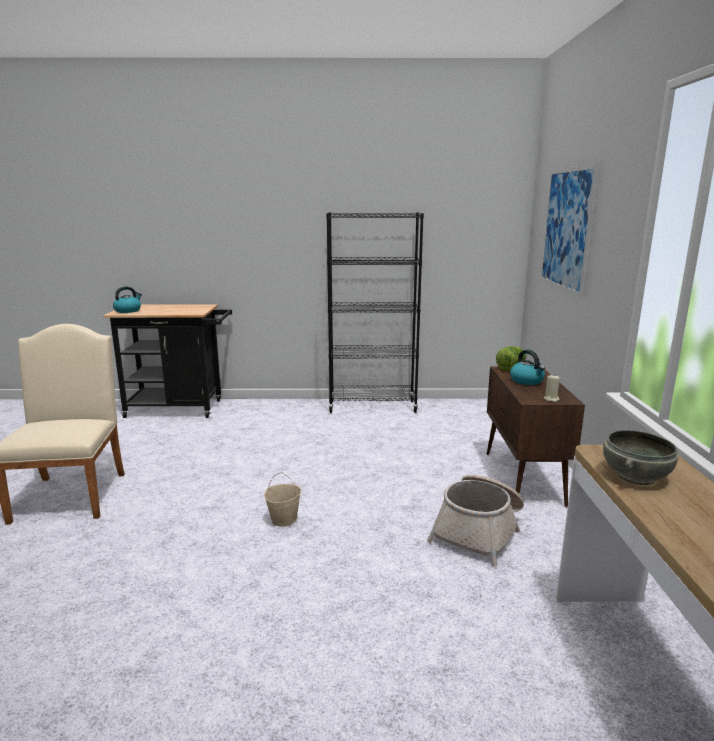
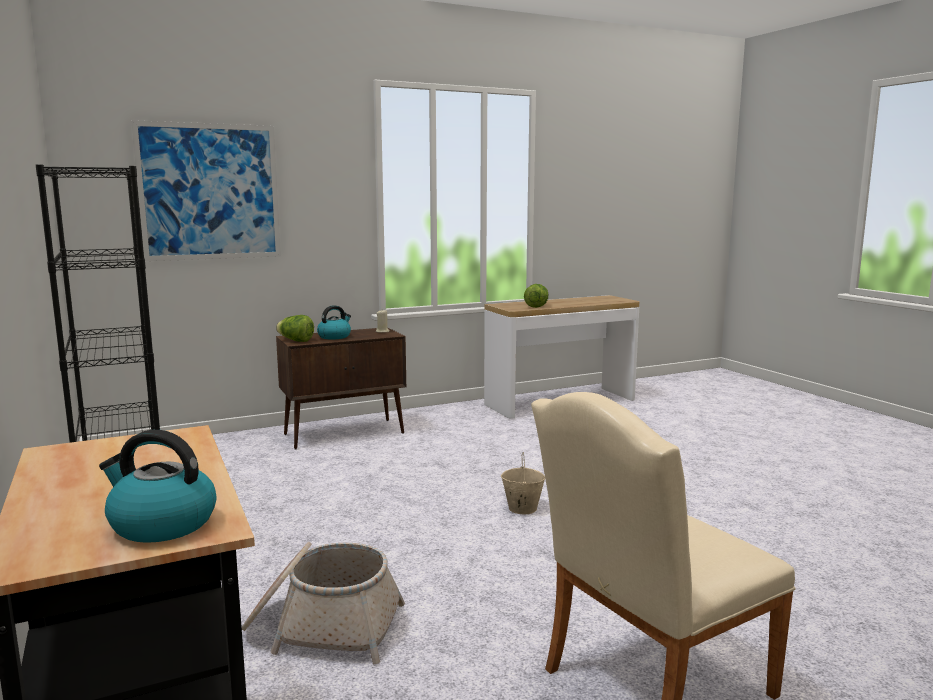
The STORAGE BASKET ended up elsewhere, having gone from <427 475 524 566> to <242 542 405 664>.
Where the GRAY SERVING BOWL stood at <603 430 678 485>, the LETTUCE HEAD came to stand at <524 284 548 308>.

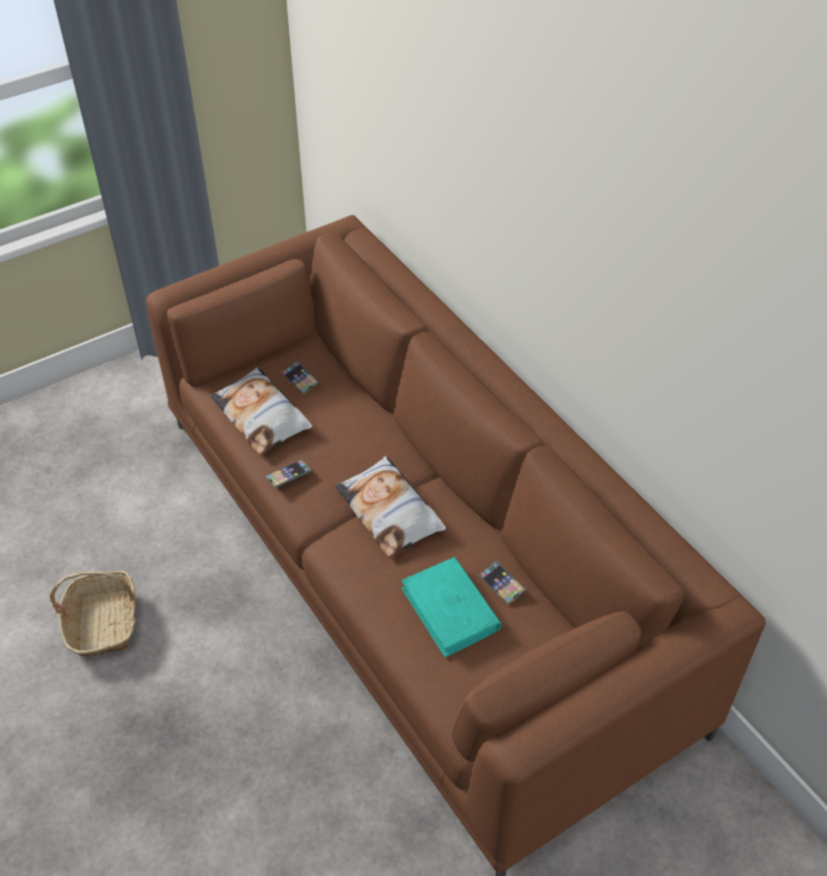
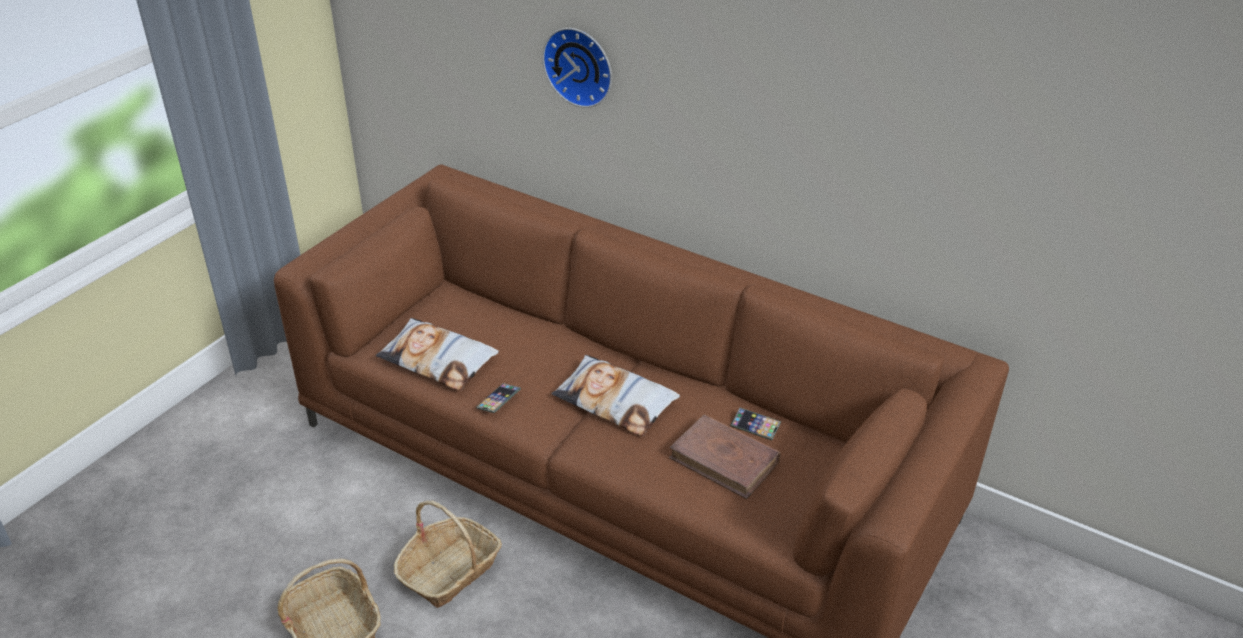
The second view lost the TELEPHONE at <281 361 319 395>.
The second view gained the STORAGE BASKET at <394 500 502 608>.
The second view gained the CLOCK ON THE WALL at <542 28 612 108>.
What was the TURQUOISE-COLOURED BOUND BOOK at <401 557 502 658> turned into the BROWN BOUND BOOK at <669 414 781 499>.

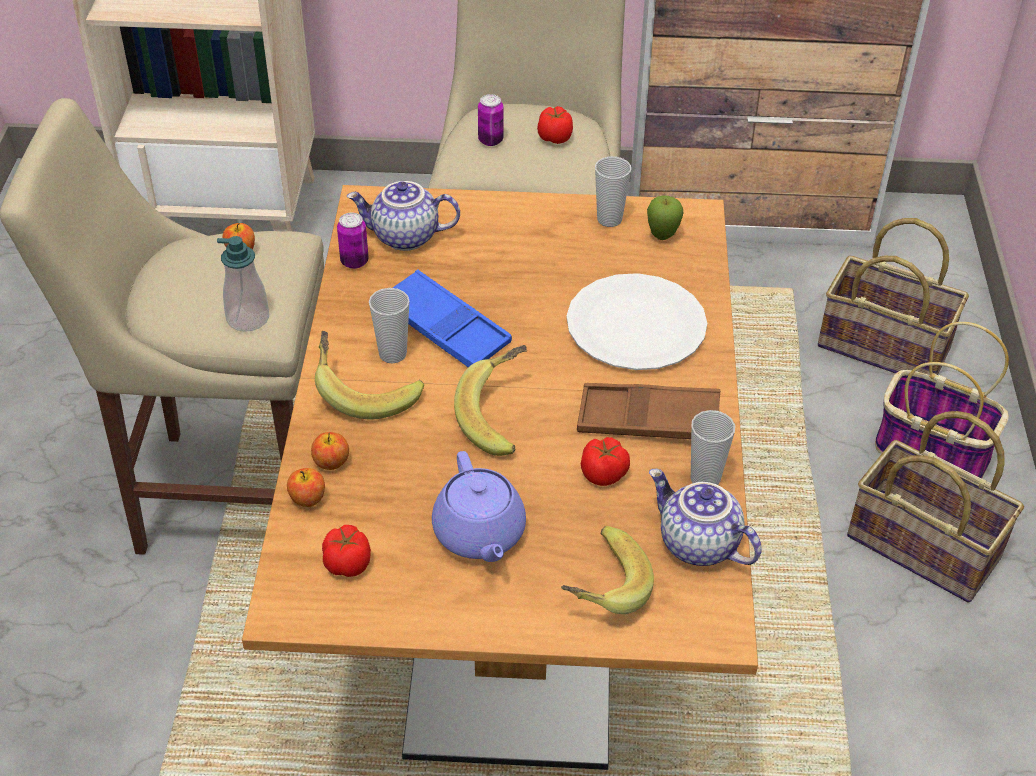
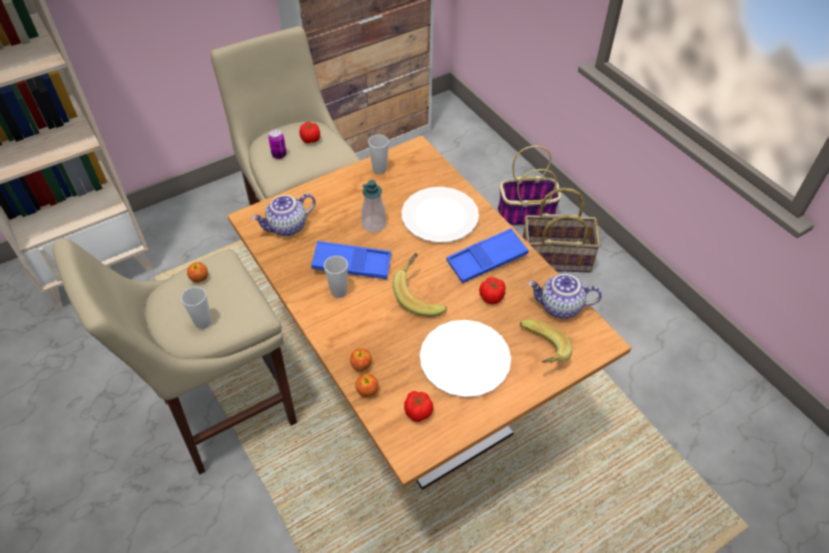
The second view lost the BANANA FRUIT at <315 331 424 419>.
The second view lost the CAN at <337 213 369 269>.
The second view lost the APPLE at <647 196 683 240>.
The second view lost the STORAGE BASKET at <818 218 969 375>.
The LIQUID SOAP BOTTLE ended up elsewhere, having gone from <217 236 269 332> to <361 180 386 233>.
The SMALL CUP ended up elsewhere, having gone from <691 410 735 485> to <181 287 212 329>.
Where the PURPLE-COLOURED POT FOR TEA stood at <432 451 526 562>, the WHITISH DINNER PLATE came to stand at <420 320 511 397>.
What was the BROWN TRAY at <577 383 720 439> turned into the BLUISH TRAY at <447 228 529 283>.

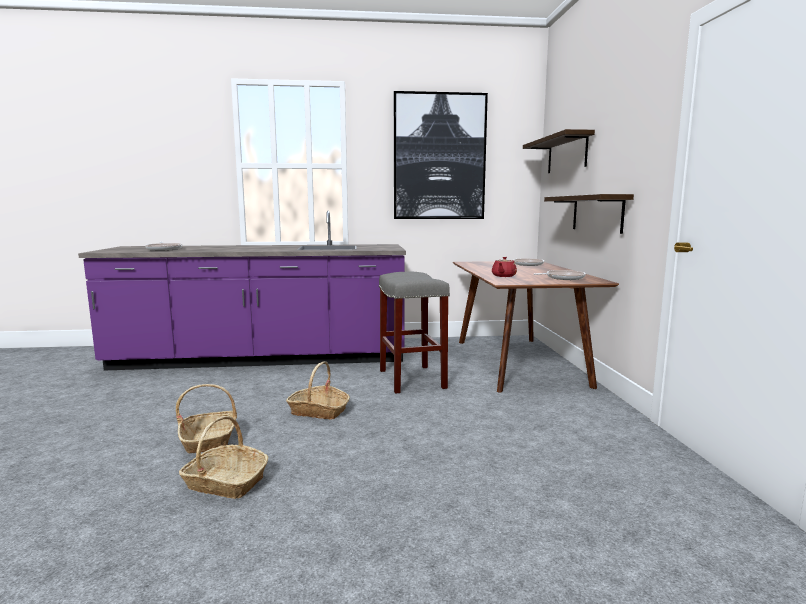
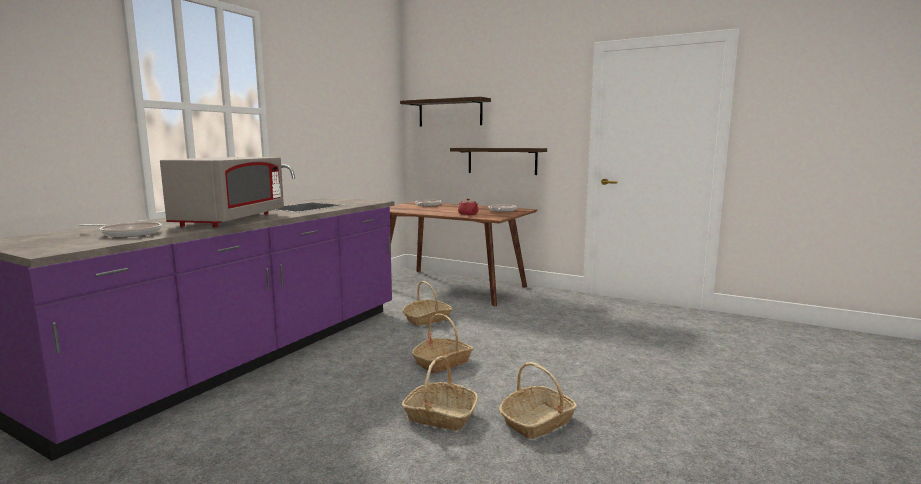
The second view lost the WALL PICTURE at <394 91 488 219>.
The second view gained the GRAY KITCHEN MICROWAVE at <160 157 284 227>.
Where the GRAY STOOL SEAT stood at <379 272 450 394>, the STORAGE BASKET came to stand at <402 281 452 326>.

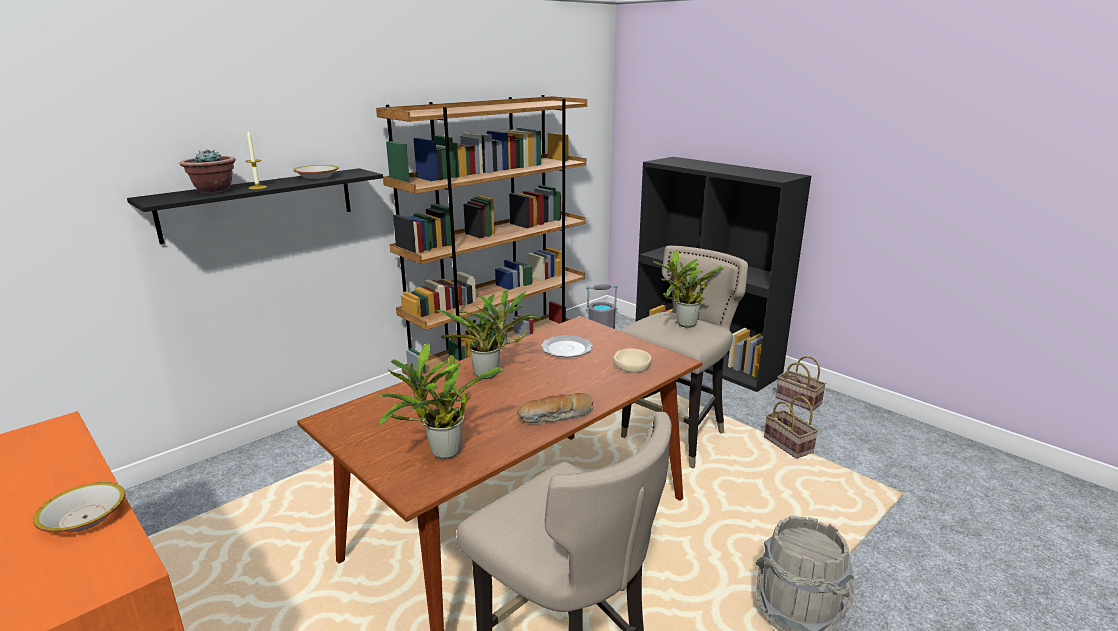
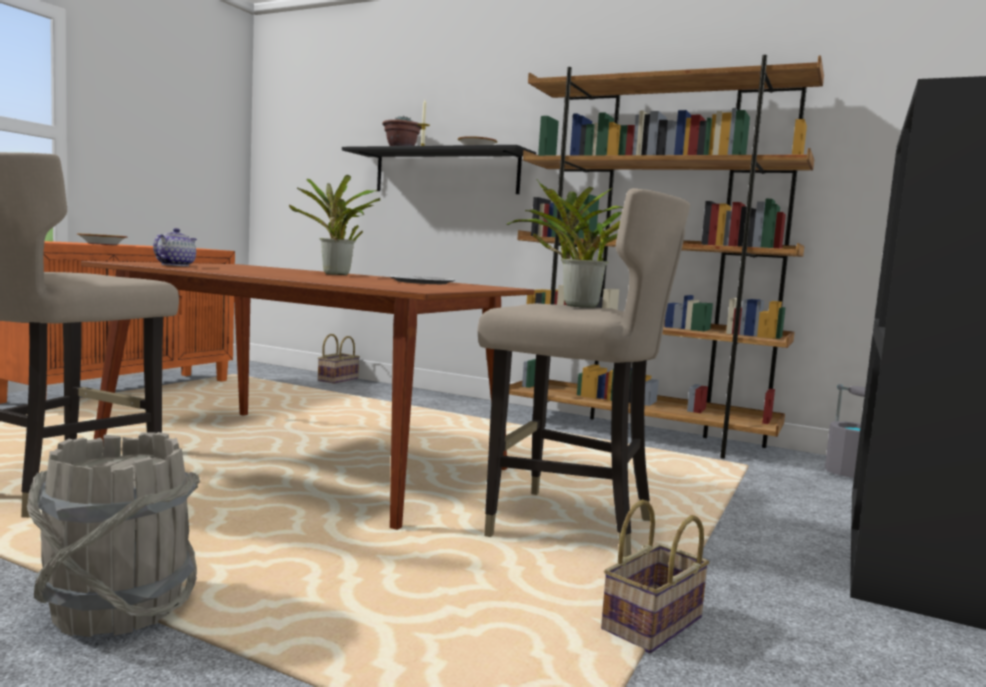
The second view lost the BAKERY BREAD at <517 393 594 423>.
The second view lost the BEIGE-COLOURED SERVING BOWL at <613 348 652 373>.
The STORAGE BASKET ended up elsewhere, having gone from <775 356 826 411> to <318 334 360 384>.
Where the POTTED PLANT stood at <379 343 503 459>, the POT FOR TEA came to stand at <153 228 197 266>.

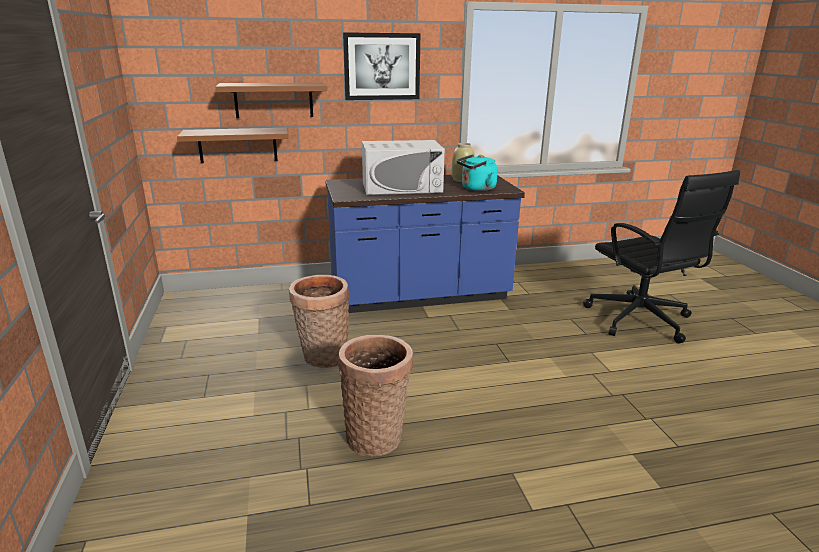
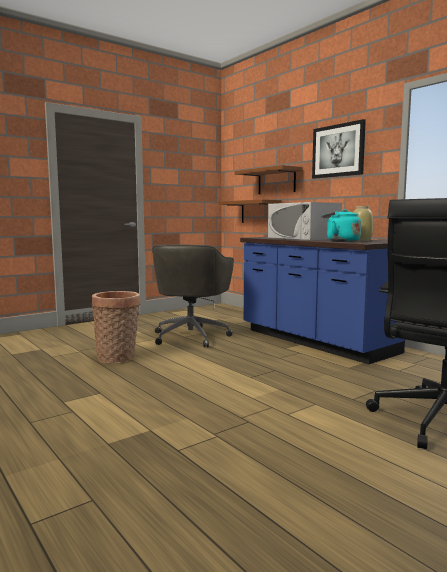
Where the STORAGE BASKET stood at <289 275 349 368>, the GRAY DESK CHAIR came to stand at <152 244 234 347>.

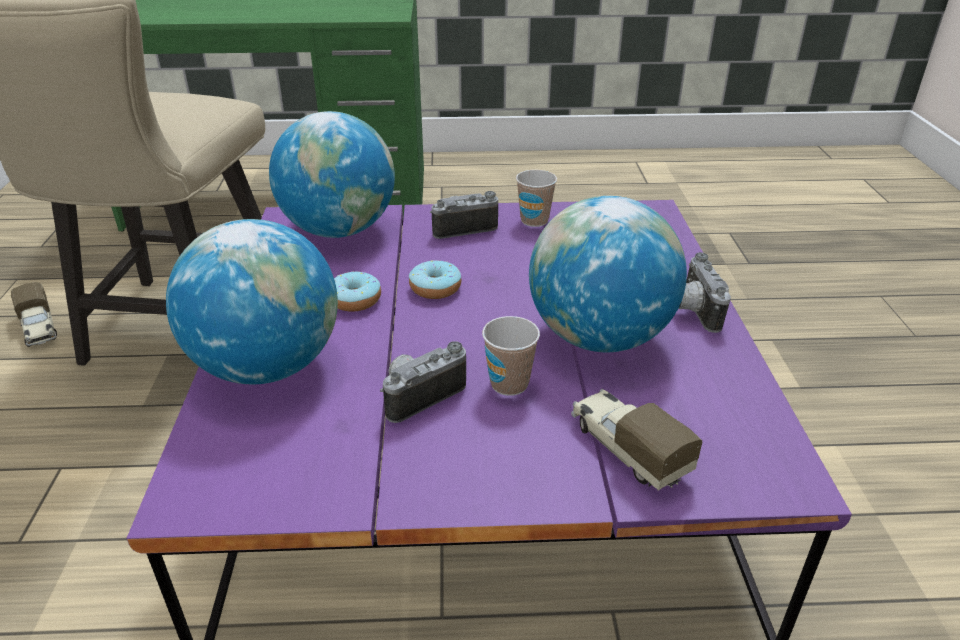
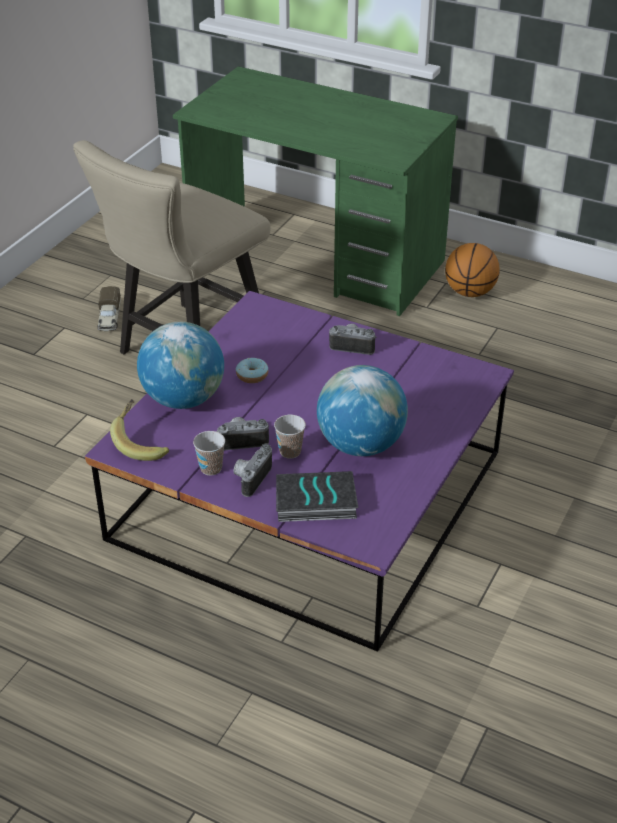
The second view lost the DESK GLOBE at <269 111 395 238>.
The second view lost the DOUGHNUT at <409 260 462 299>.
The second view gained the BANANA FRUIT at <110 399 169 461>.
The second view gained the BASKETBALL BALL at <445 243 500 297>.
The SMALL CUP ended up elsewhere, having gone from <516 170 557 227> to <193 431 225 476>.
The PHOTO CAMERA ended up elsewhere, having gone from <678 252 731 333> to <233 443 272 497>.
Where the TOY LORRY stood at <571 389 702 491>, the BOUND BOOK came to stand at <276 471 358 522>.

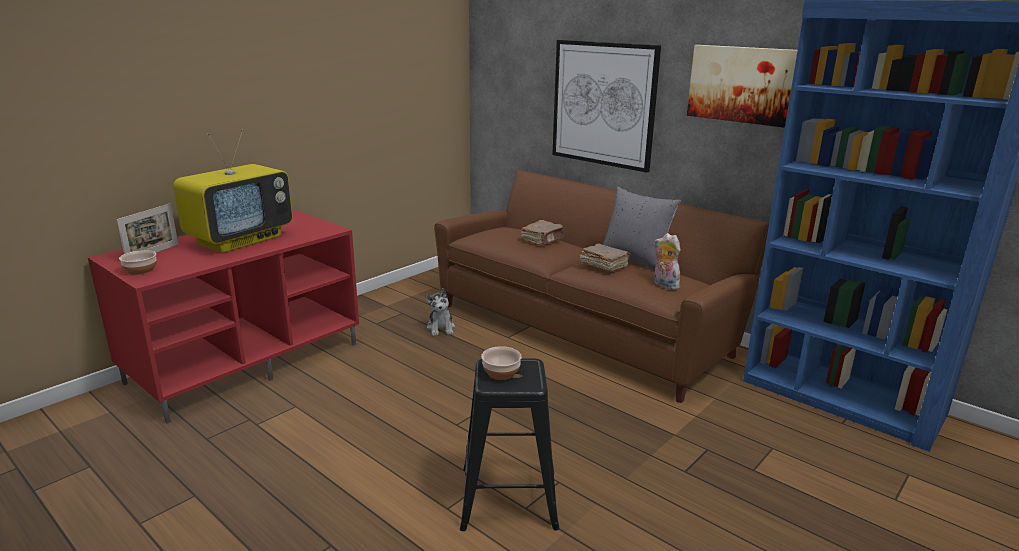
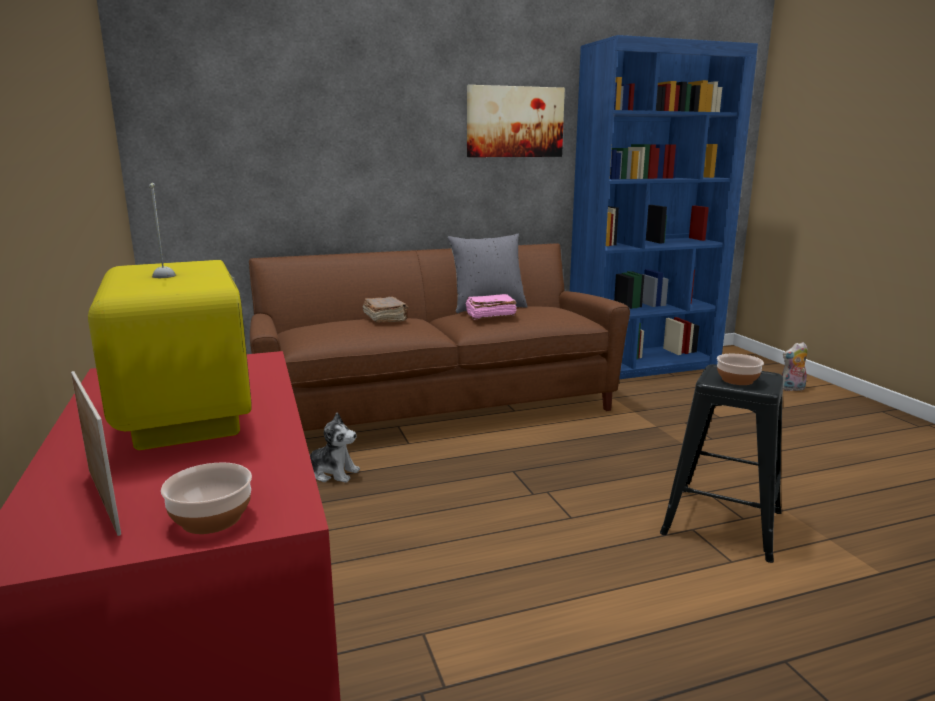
The second view lost the WALL PICTURE at <552 40 661 173>.
The SOFT TOY ended up elsewhere, having gone from <654 233 680 290> to <782 342 808 391>.
What was the BROWN BOUND BOOK at <580 243 631 272> turned into the PINK-COLOURED BOUND BOOK at <465 294 516 320>.

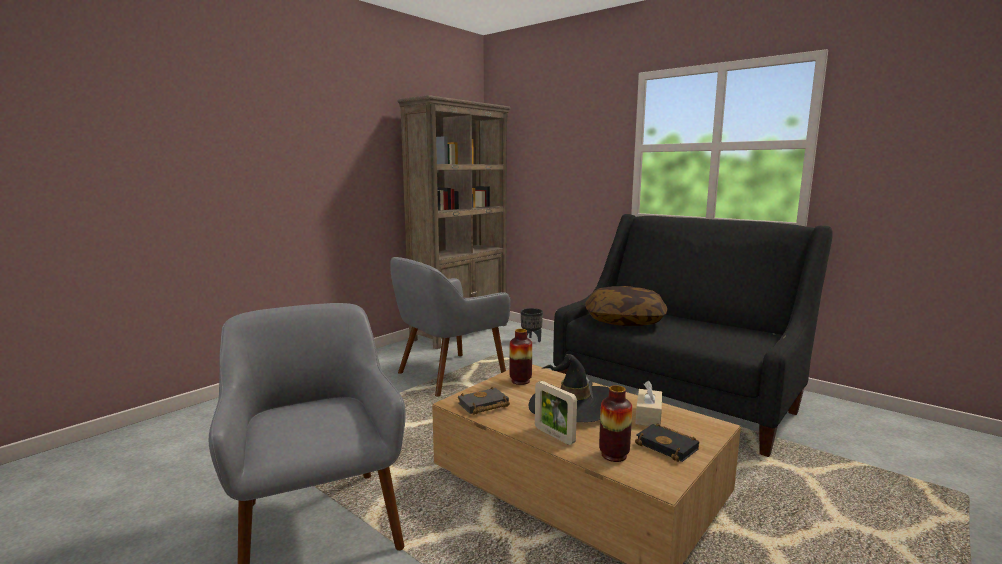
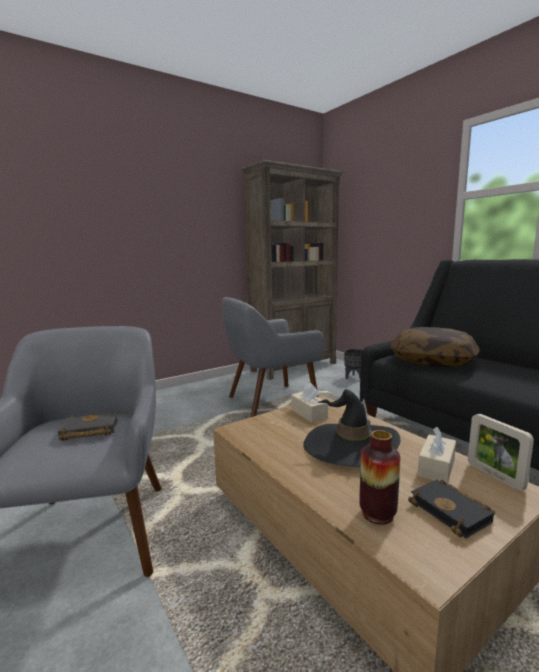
The BLACK BOUND BOOK ended up elsewhere, having gone from <458 387 510 415> to <58 411 118 441>.
The PHOTO FRAME ended up elsewhere, having gone from <535 381 577 445> to <468 414 534 491>.
Where the DECORATIVE VASE stood at <510 329 532 385>, the BEIGE-COLOURED BOX OF TISSUES came to stand at <291 383 328 423>.

